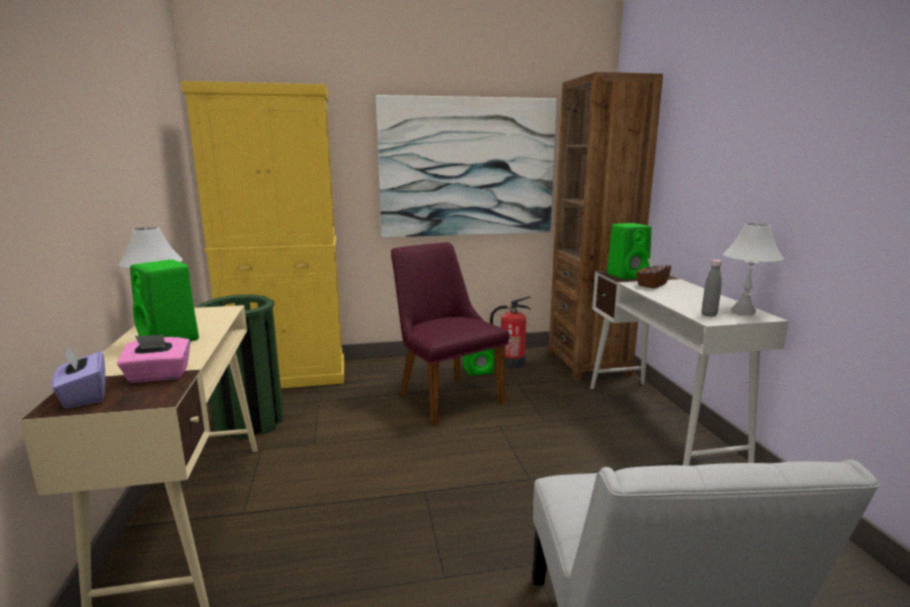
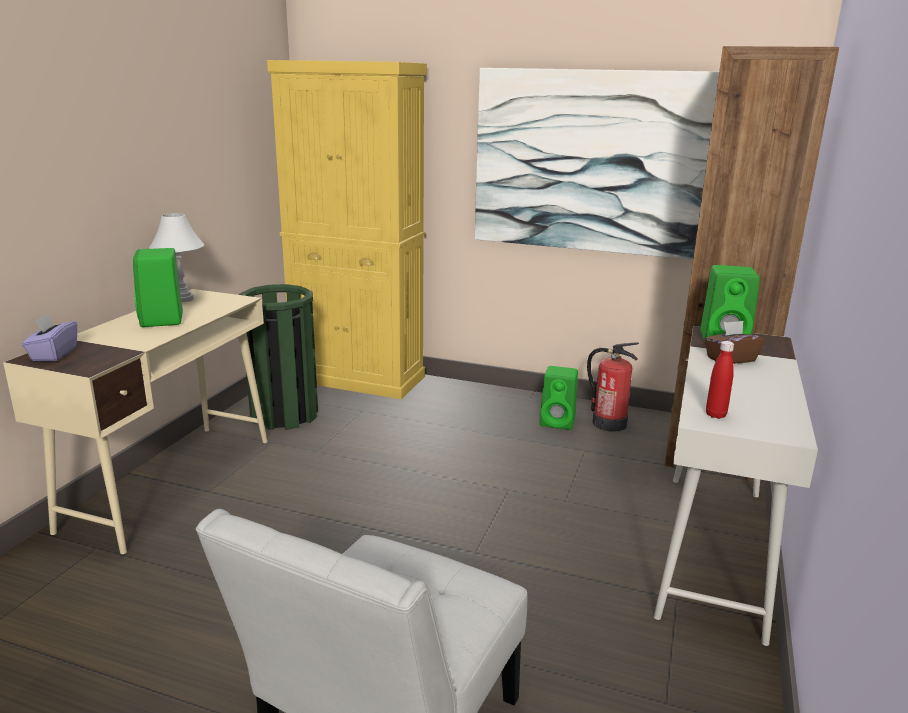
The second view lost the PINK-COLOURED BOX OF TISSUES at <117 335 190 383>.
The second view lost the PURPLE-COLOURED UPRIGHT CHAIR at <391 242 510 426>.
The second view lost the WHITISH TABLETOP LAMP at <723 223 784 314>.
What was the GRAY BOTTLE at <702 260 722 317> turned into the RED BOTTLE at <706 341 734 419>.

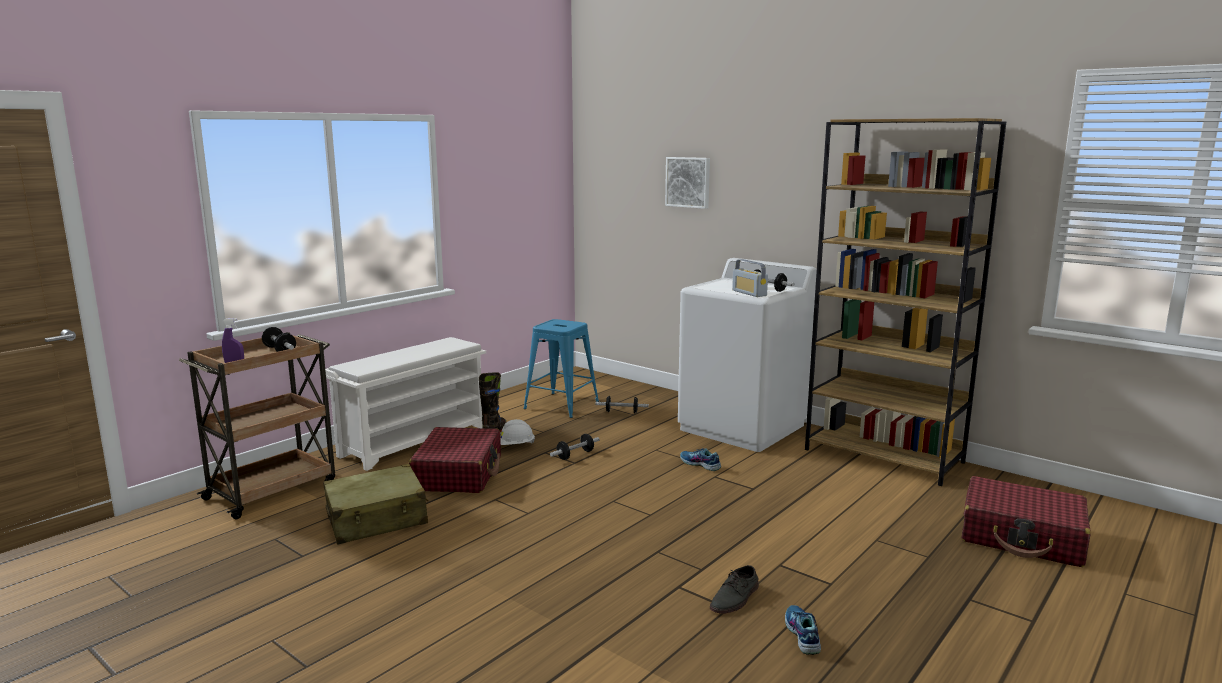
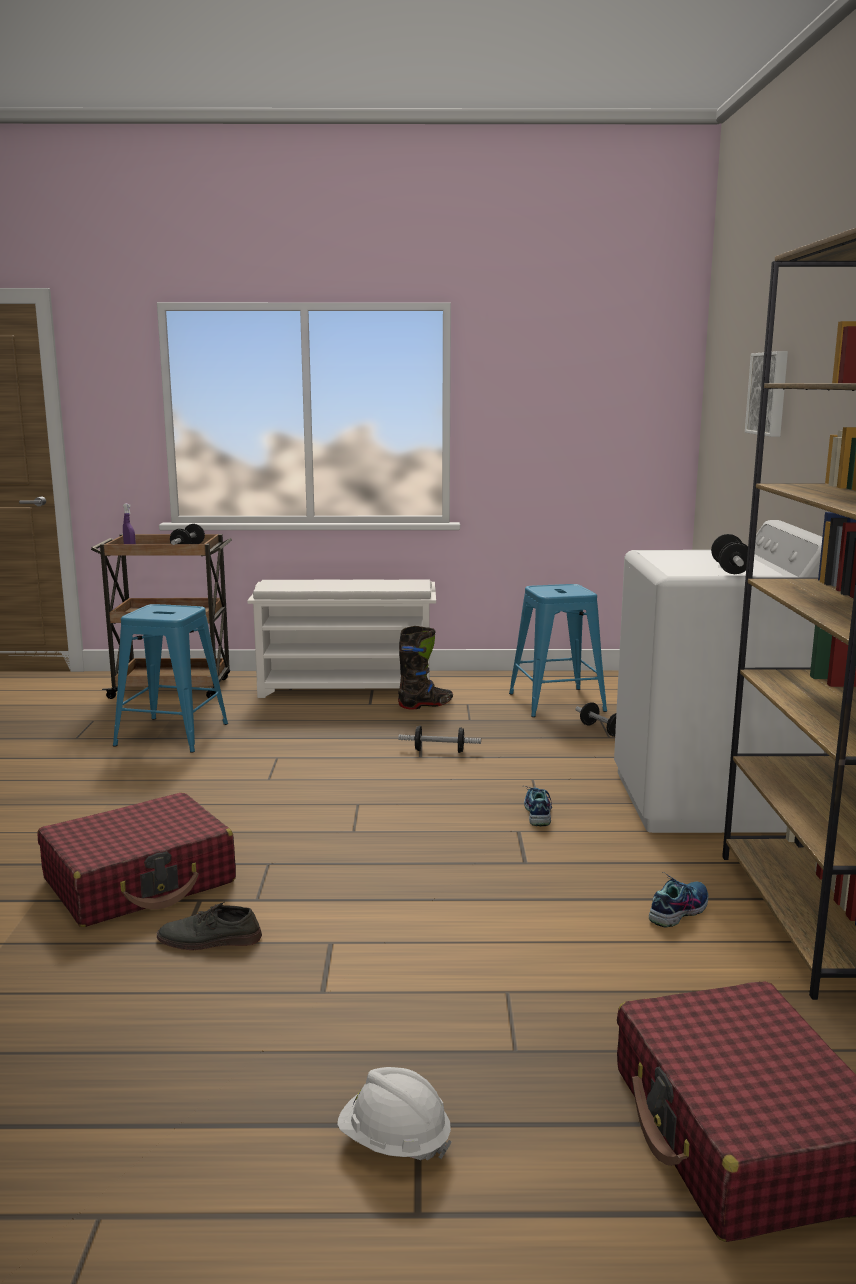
The second view lost the RADIO RECEIVER at <732 259 768 297>.
The RED SUITCASE ended up elsewhere, having gone from <409 427 501 493> to <37 793 236 927>.
The WHITISH SAFETY HELMET ended up elsewhere, having gone from <500 419 535 445> to <337 1067 452 1160>.
The ITEM OF FOOTWEAR ended up elsewhere, having gone from <785 605 821 655> to <649 872 708 928>.
Where the BEIGE-COLOURED SUITCASE stood at <323 464 429 544>, the BLUISH STOOL SEAT came to stand at <113 604 228 753>.

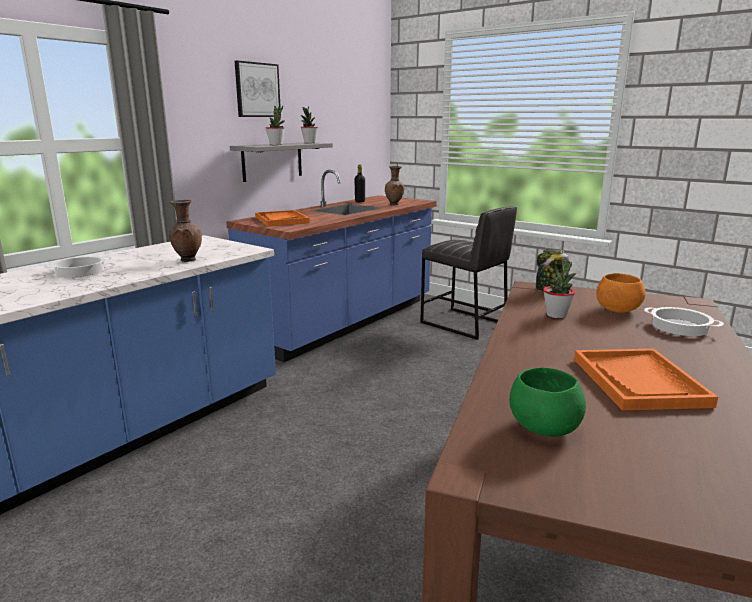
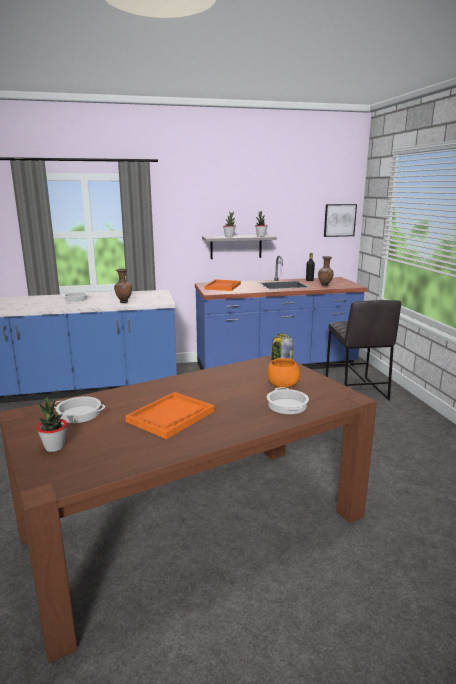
The WALL PICTURE ended up elsewhere, having gone from <234 60 281 117> to <324 204 357 237>.
The POTTED PLANT ended up elsewhere, having gone from <543 259 576 318> to <36 397 67 452>.
Where the GREENISH SERVING BOWL stood at <509 367 586 437>, the SAUCEPOT came to stand at <51 396 105 423>.

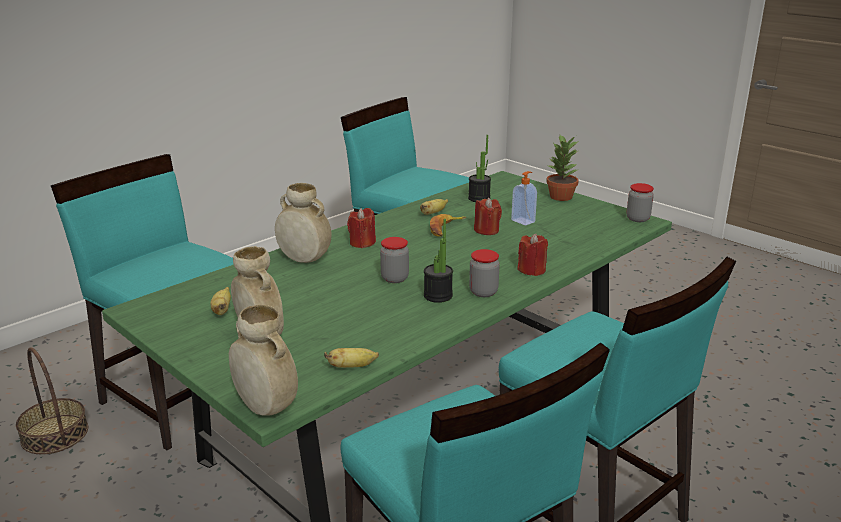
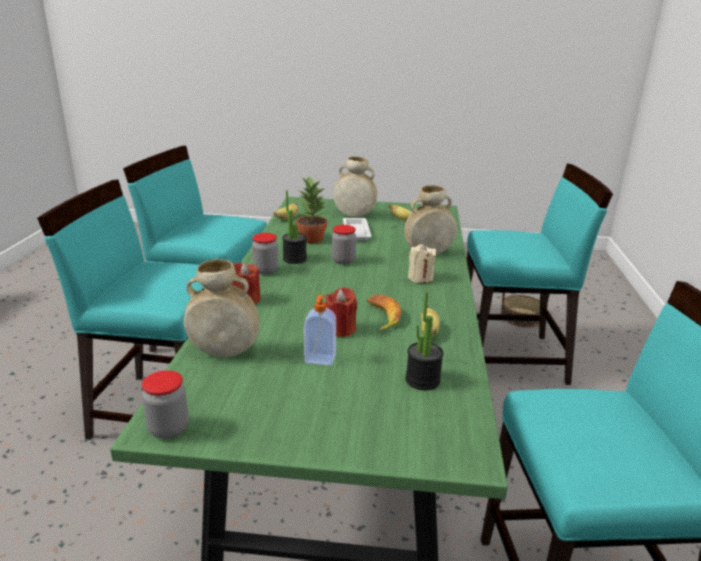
The second view gained the WHITISH TRAY at <343 218 372 241>.
The BEIGE-COLOURED DECORATIVE VASE ended up elsewhere, having gone from <229 305 298 416> to <184 259 259 357>.
The POTTED PLANT ended up elsewhere, having gone from <546 135 579 201> to <296 176 327 243>.
What was the RED WAX LIGHT at <347 208 376 248> turned into the BEIGE-COLOURED WAX LIGHT at <408 244 436 283>.

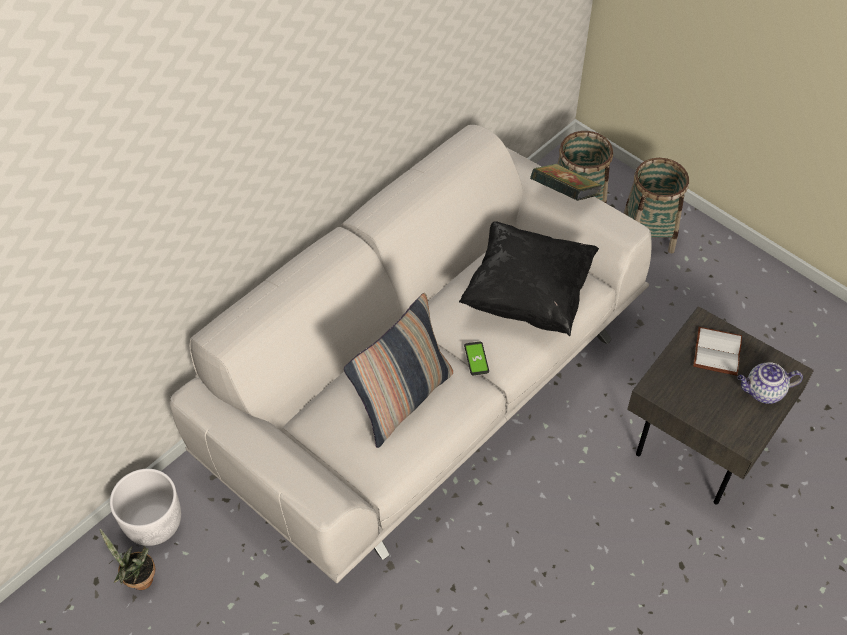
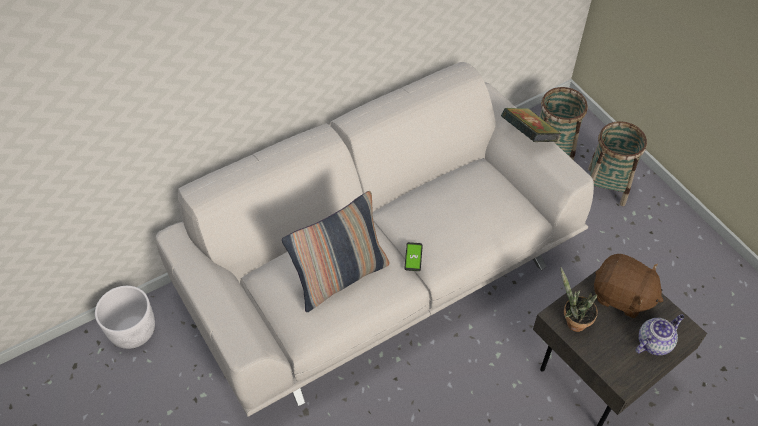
The second view lost the BLACK CUSHION at <459 221 599 336>.
The POTTED PLANT ended up elsewhere, having gone from <99 529 155 590> to <560 267 598 332>.
Where the WHITISH BOUND BOOK stood at <693 327 742 375>, the BROWN SOFT TOY came to stand at <594 254 663 318>.
The POT FOR TEA at <738 362 803 404> ended up facing another way, 135 degrees clockwise from before.

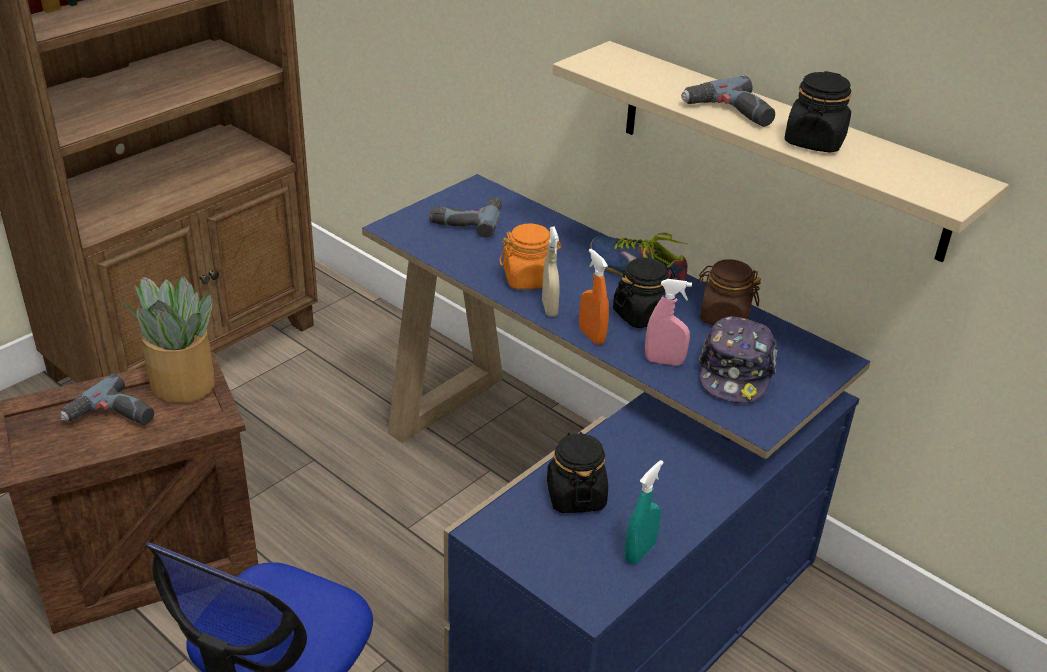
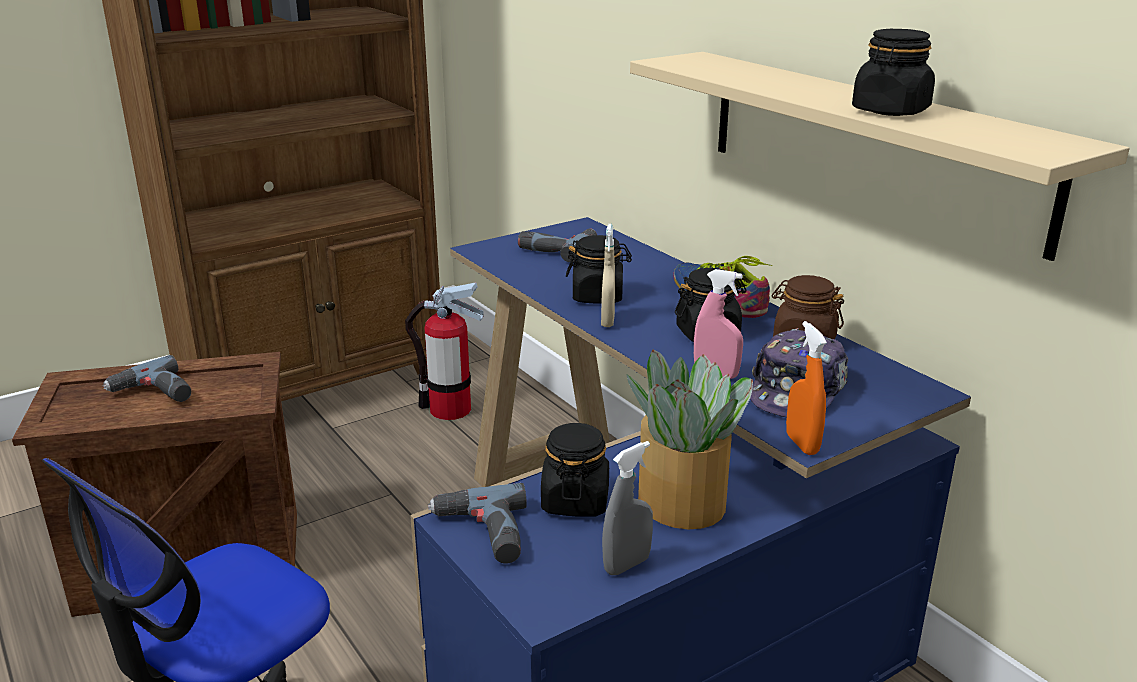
The second view gained the FIRE EXTINGUISHER at <405 283 484 420>.
The POTTED PLANT ended up elsewhere, having gone from <121 276 215 403> to <627 349 753 530>.
The ORANGE SPRAYER ended up elsewhere, having gone from <579 249 609 345> to <786 321 827 455>.
The POWER DRILL ended up elsewhere, having gone from <681 76 775 127> to <428 483 527 564>.
What was the ORANGE JAR at <499 223 562 289> turned into the BLACK JAR at <566 235 632 304>.
What was the TURQUOISE-COLOURED SPRAYER at <625 460 664 564> turned into the GRAY SPRAYER at <602 441 653 575>.

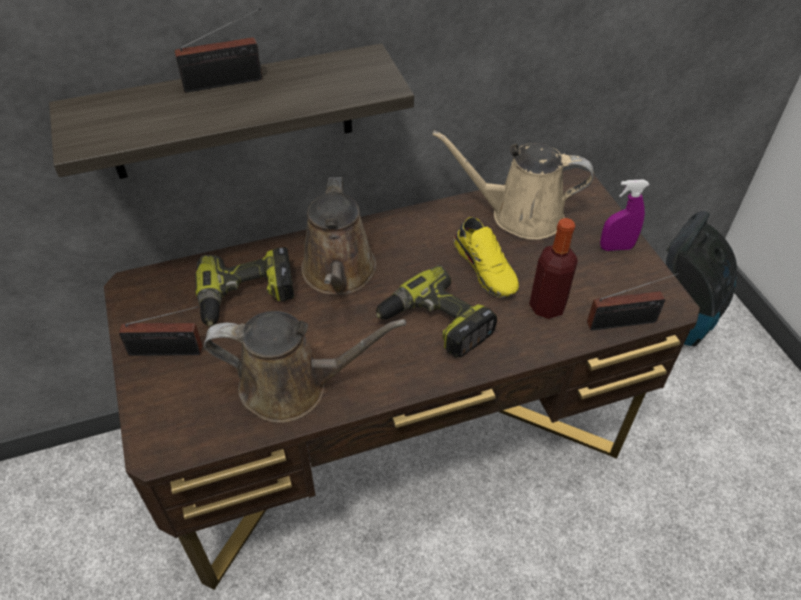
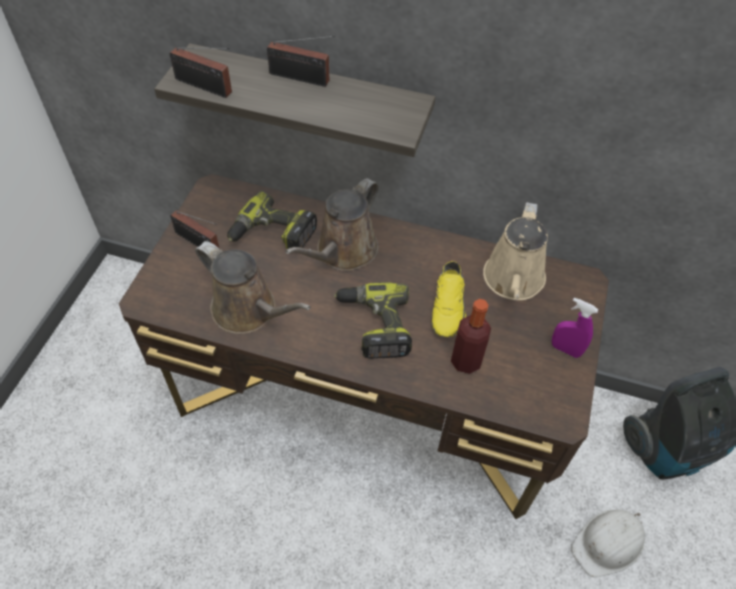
The second view gained the WHITISH SAFETY HELMET at <571 510 645 577>.
The RADIO RECEIVER ended up elsewhere, having gone from <587 273 678 331> to <169 47 232 98>.
The BEIGE-COLOURED WATERING POT at <432 130 594 240> ended up facing another way, 120 degrees counterclockwise from before.

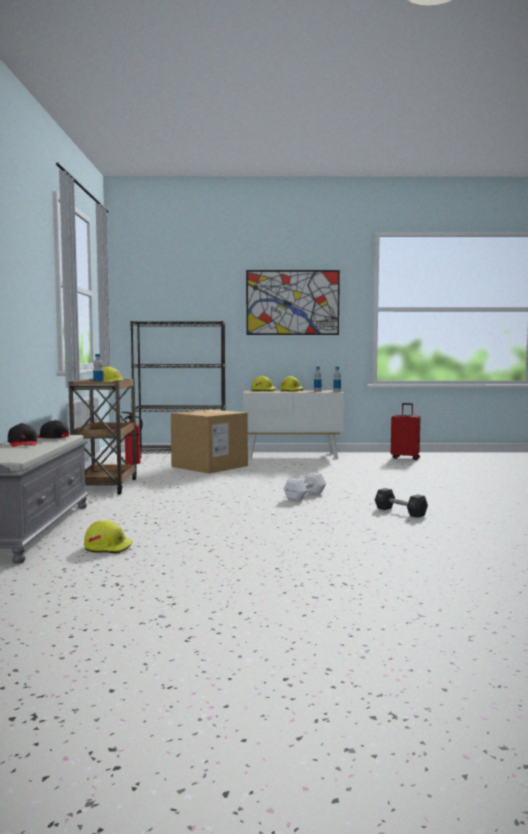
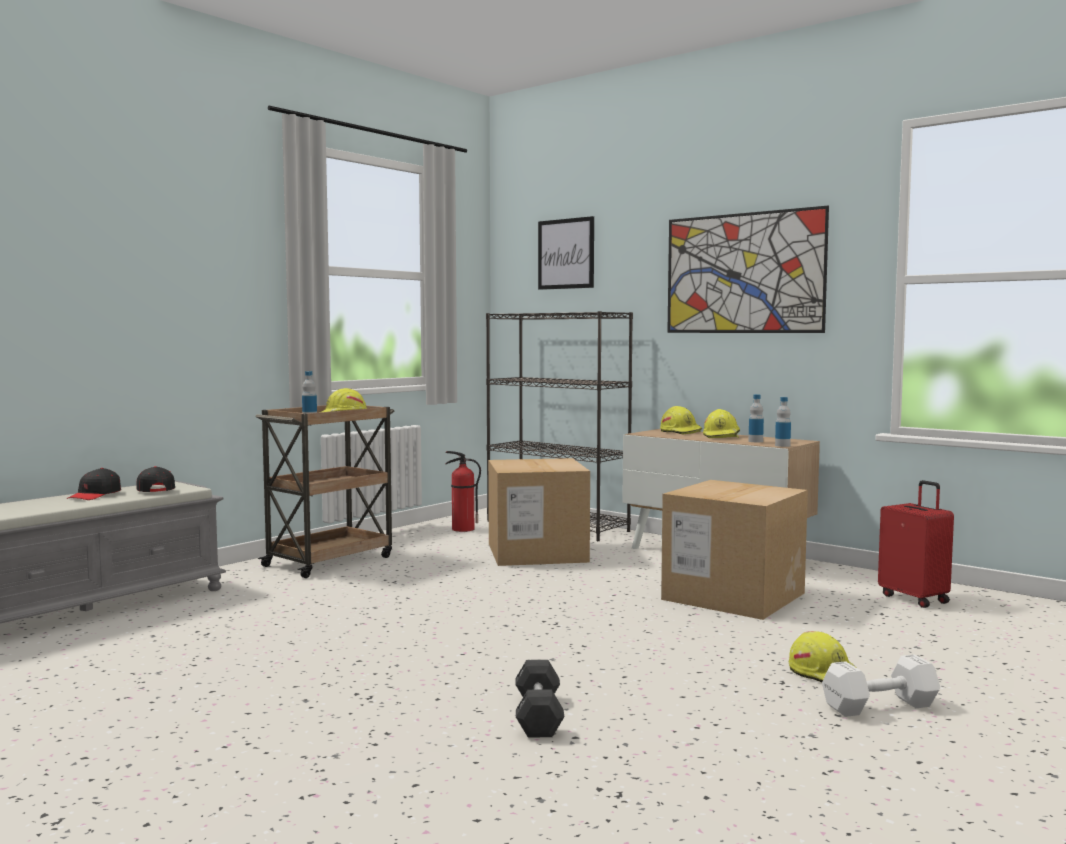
The second view gained the WALL PICTURE at <538 216 594 290>.
The second view gained the PACKING BOX at <661 480 808 620>.
The YELLOW SAFETY HELMET ended up elsewhere, having gone from <84 520 133 554> to <789 631 857 682>.
The WHITISH HAND WEIGHT ended up elsewhere, having gone from <283 472 326 501> to <822 654 940 717>.

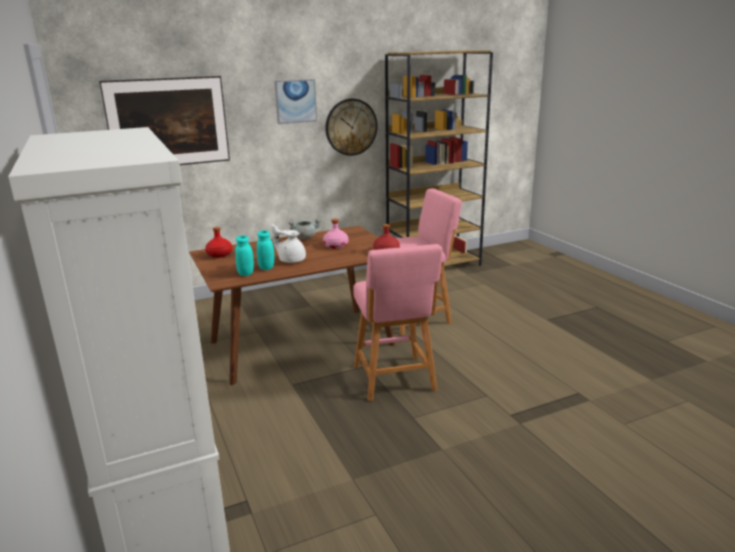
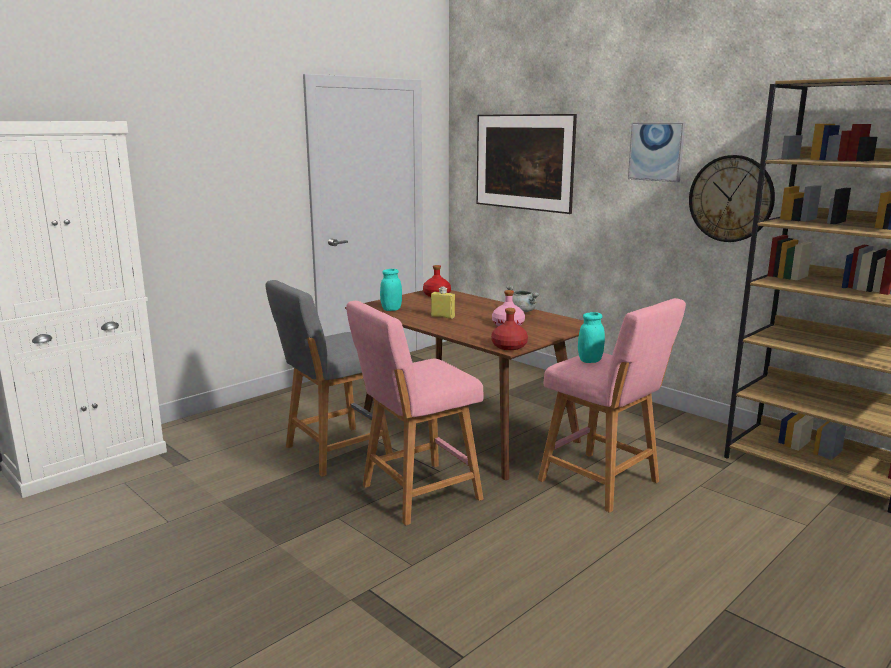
The second view gained the GRAY STOOL SEAT at <266 280 393 477>.
The TURQUOISE-COLOURED JAR ended up elsewhere, having gone from <257 230 274 270> to <578 312 605 363>.
Where the WHITISH POT FOR TEA stood at <272 224 306 263>, the YELLOW BOTTLE came to stand at <431 287 455 319>.

